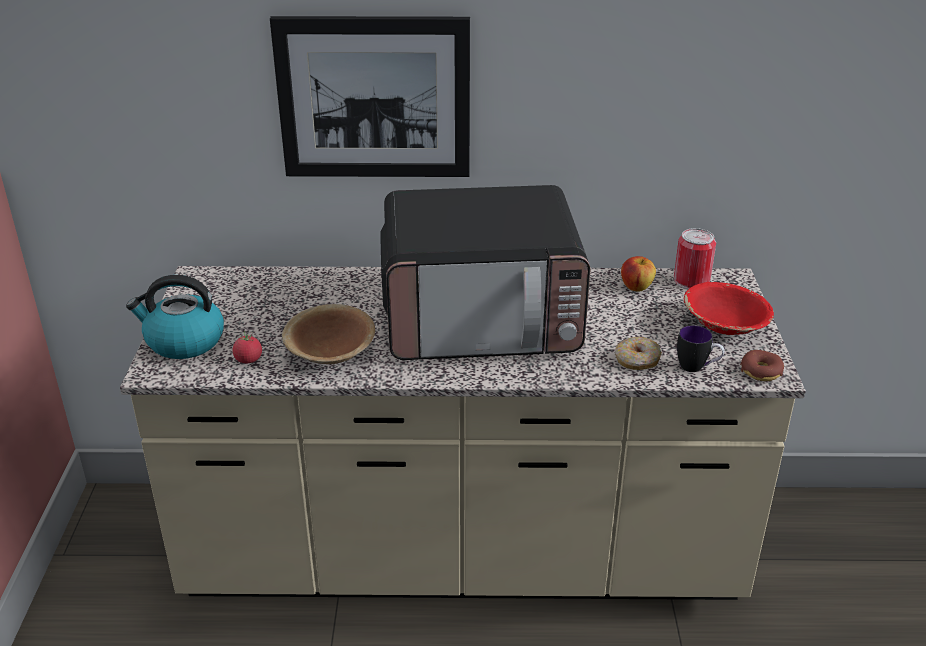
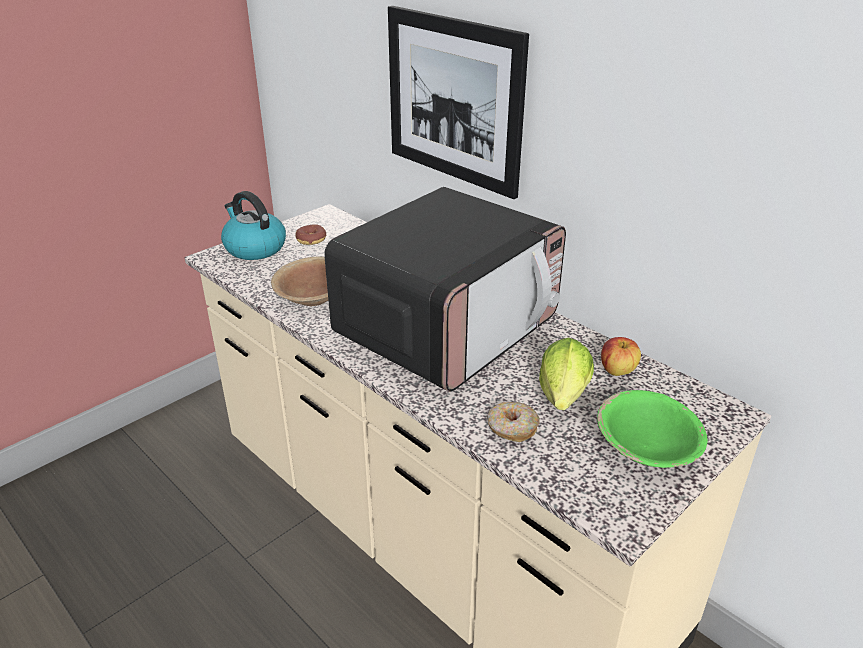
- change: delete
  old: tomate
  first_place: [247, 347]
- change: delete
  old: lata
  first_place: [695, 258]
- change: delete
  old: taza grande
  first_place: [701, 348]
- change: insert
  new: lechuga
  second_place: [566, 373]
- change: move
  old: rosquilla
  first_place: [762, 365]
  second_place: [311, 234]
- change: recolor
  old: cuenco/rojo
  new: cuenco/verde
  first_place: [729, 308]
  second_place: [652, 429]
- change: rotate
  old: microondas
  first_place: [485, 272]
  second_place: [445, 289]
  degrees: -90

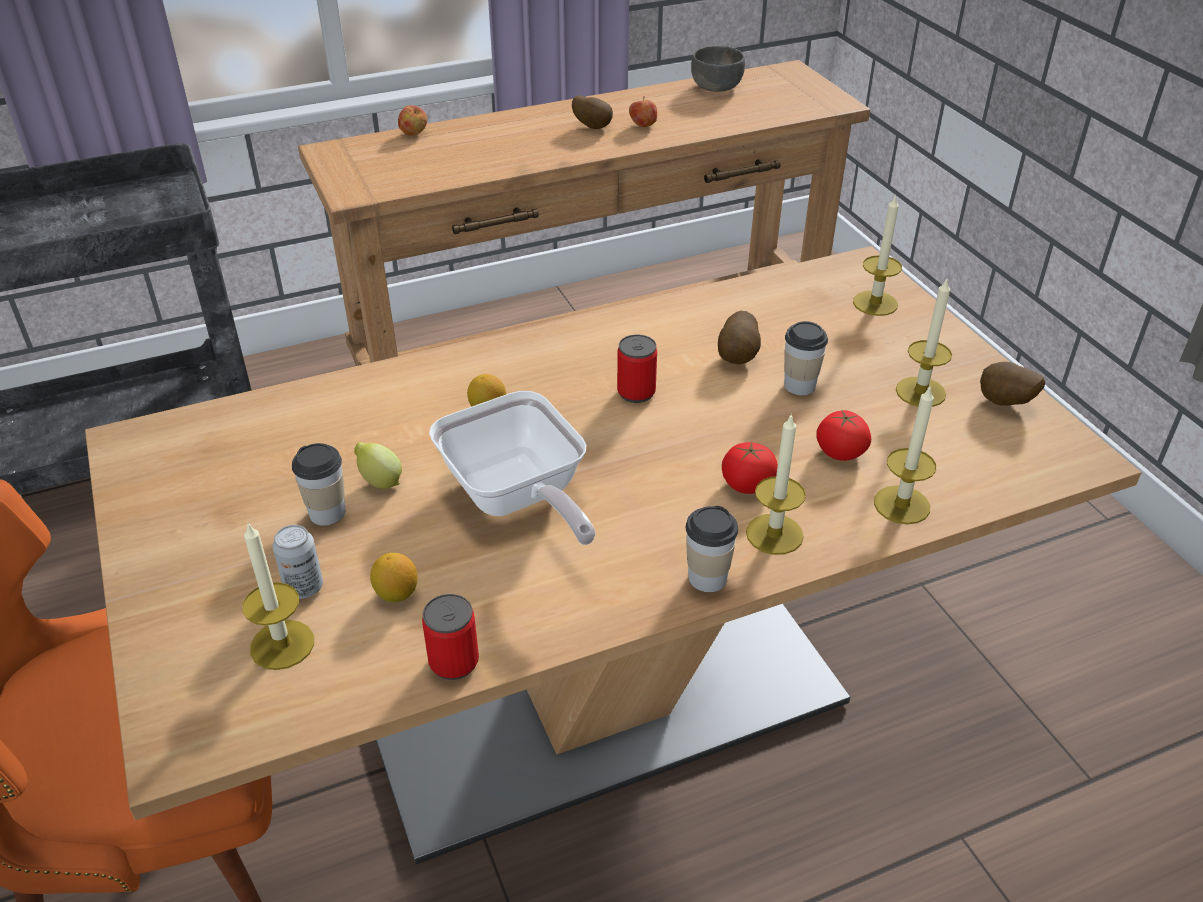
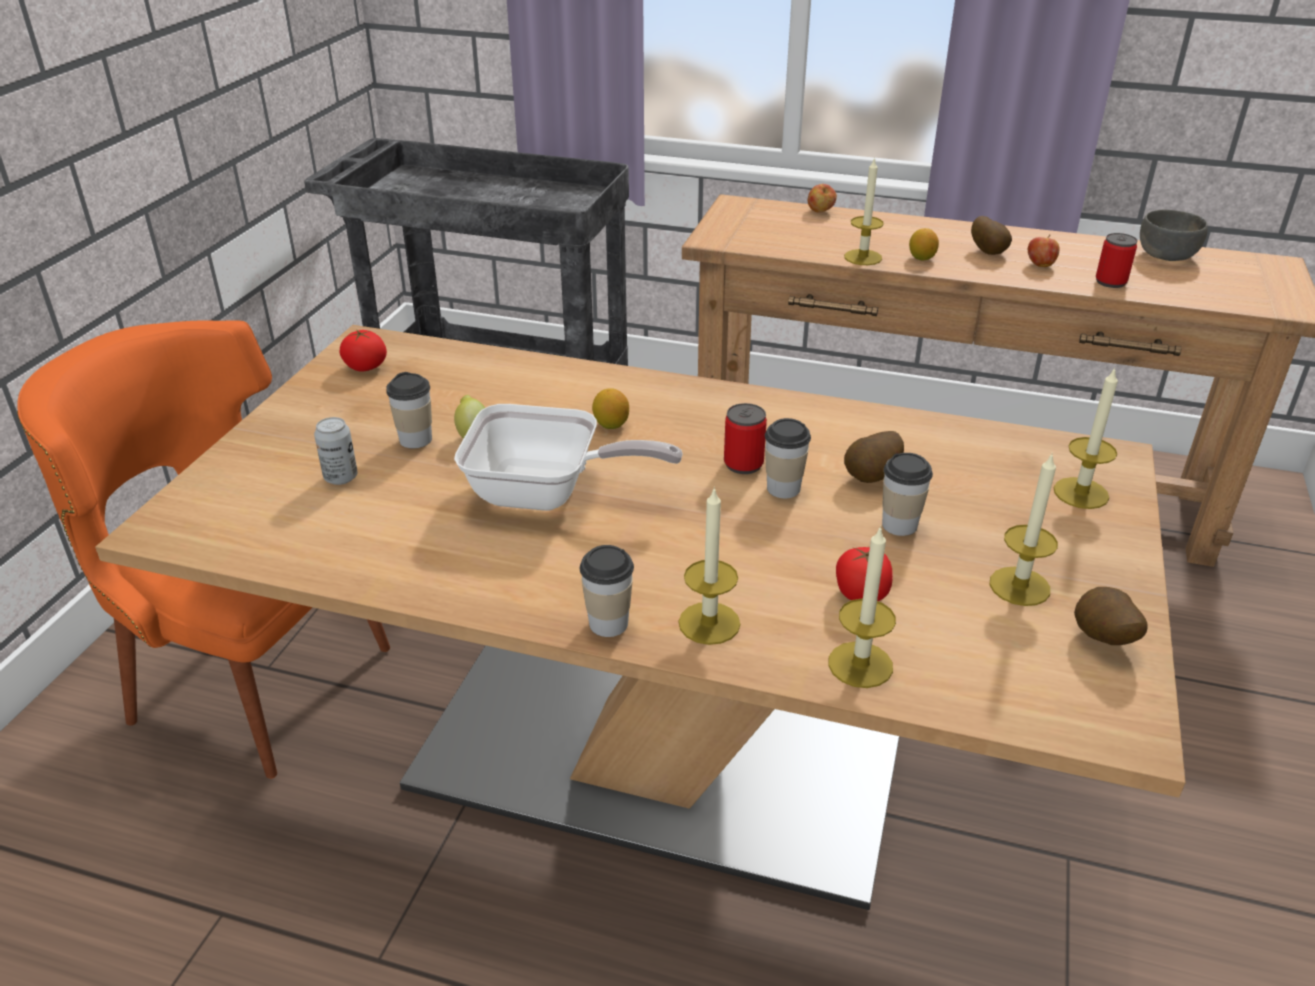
- change: insert
  new: taza
  second_place: [788, 458]
- change: move
  old: vela
  first_place: [278, 595]
  second_place: [864, 211]
- change: move
  old: limón
  first_place: [393, 577]
  second_place: [924, 244]
- change: move
  old: lata
  first_place: [450, 637]
  second_place: [1117, 260]
- change: move
  old: tomate
  first_place: [750, 468]
  second_place: [363, 350]
- change: rotate
  old: sartén
  first_place: [512, 468]
  second_place: [568, 457]
  degrees: -90

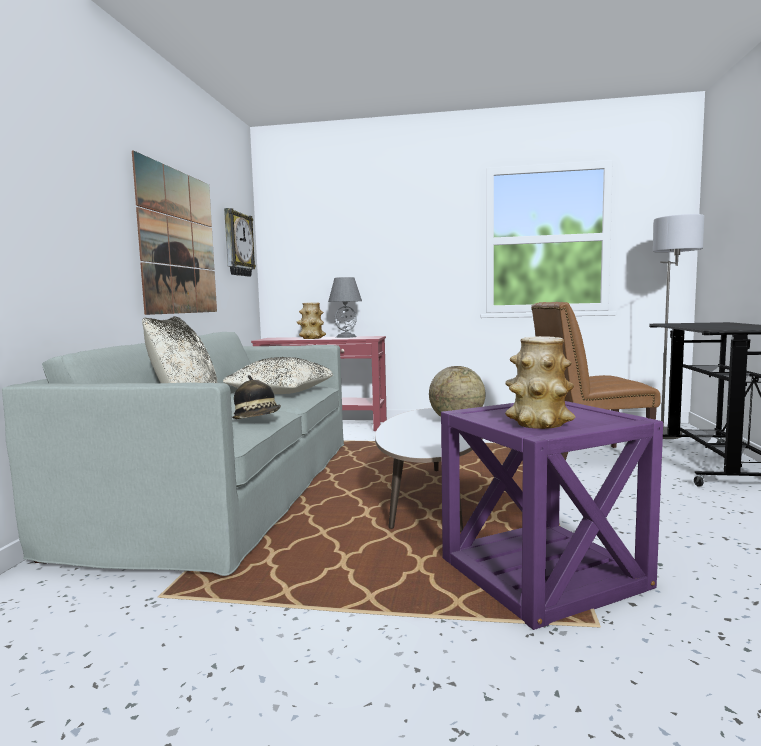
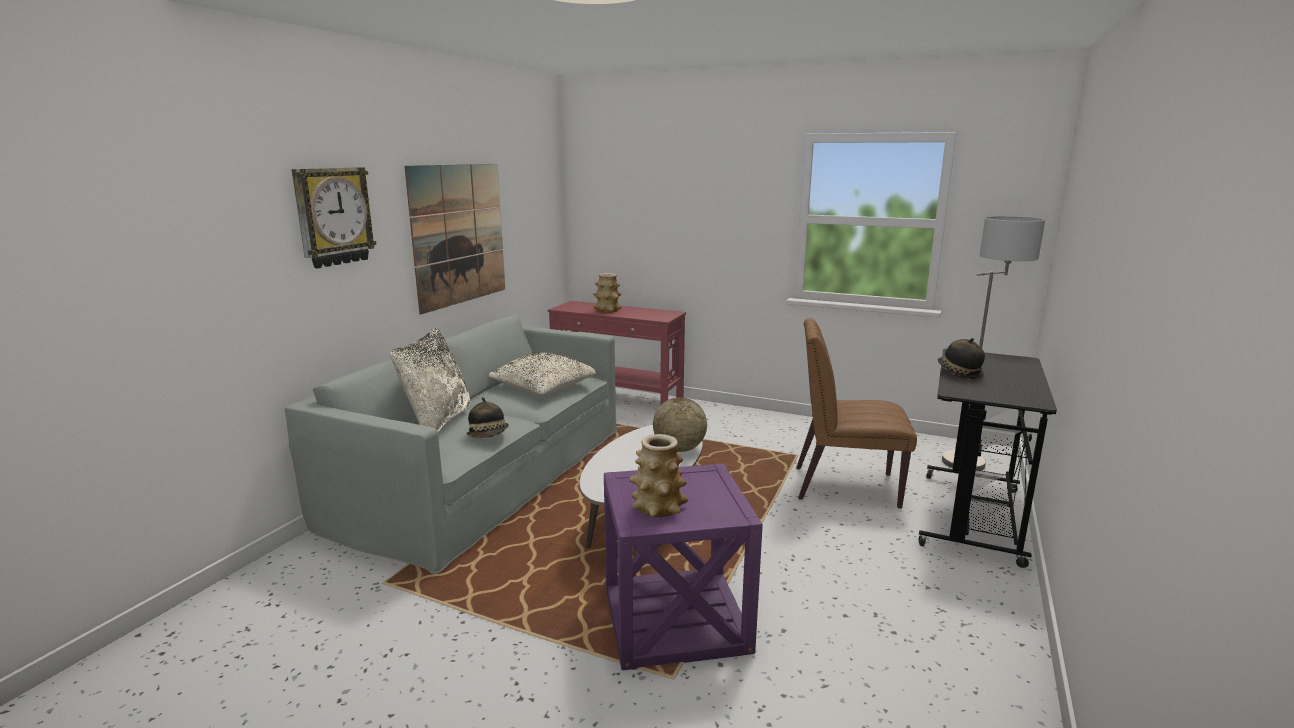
- change: delete
  old: lámpara de mesa/gris
  first_place: [345, 307]
- change: insert
  new: sombrero
  second_place: [961, 358]
- change: move
  old: reloj de pared
  first_place: [240, 242]
  second_place: [334, 217]

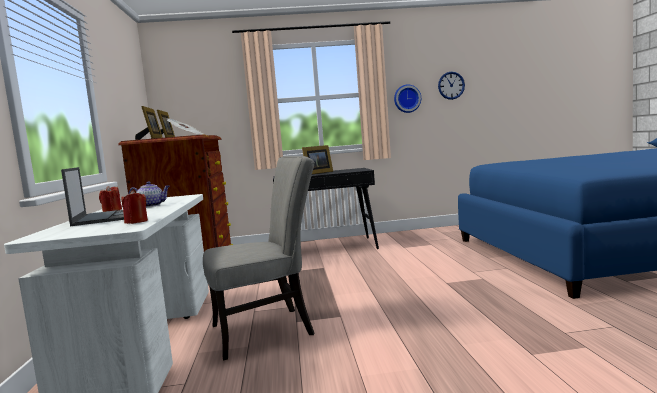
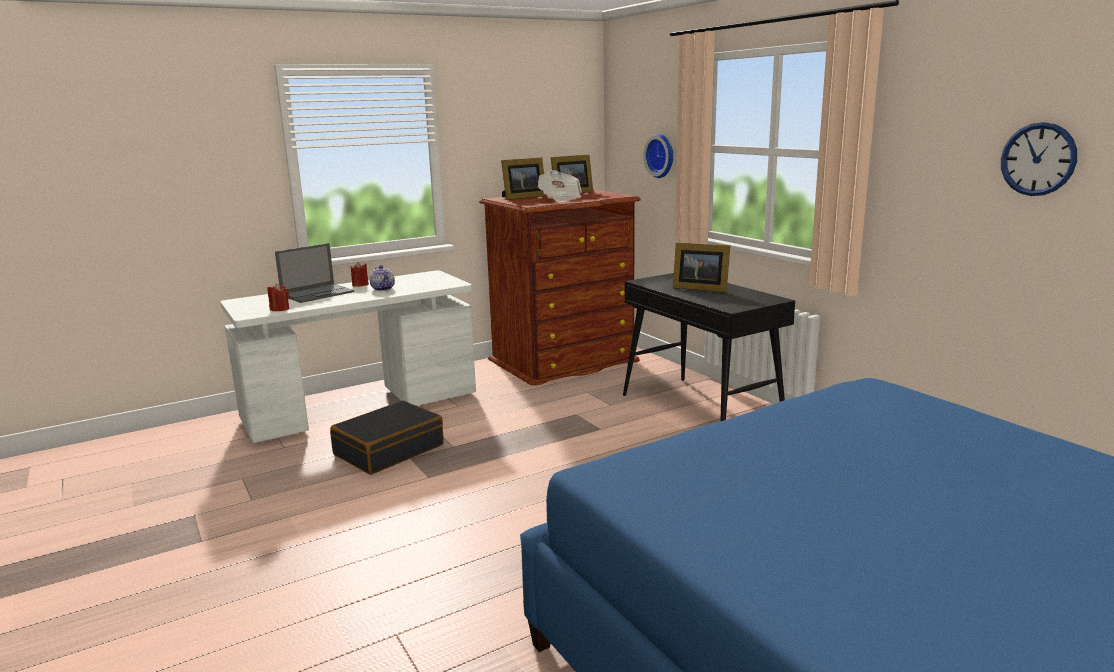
- change: move
  old: reloj de pared
  first_place: [407, 98]
  second_place: [658, 156]
- change: replace
  old: silla/gris
  new: maleta/negro
  first_place: [259, 258]
  second_place: [387, 438]

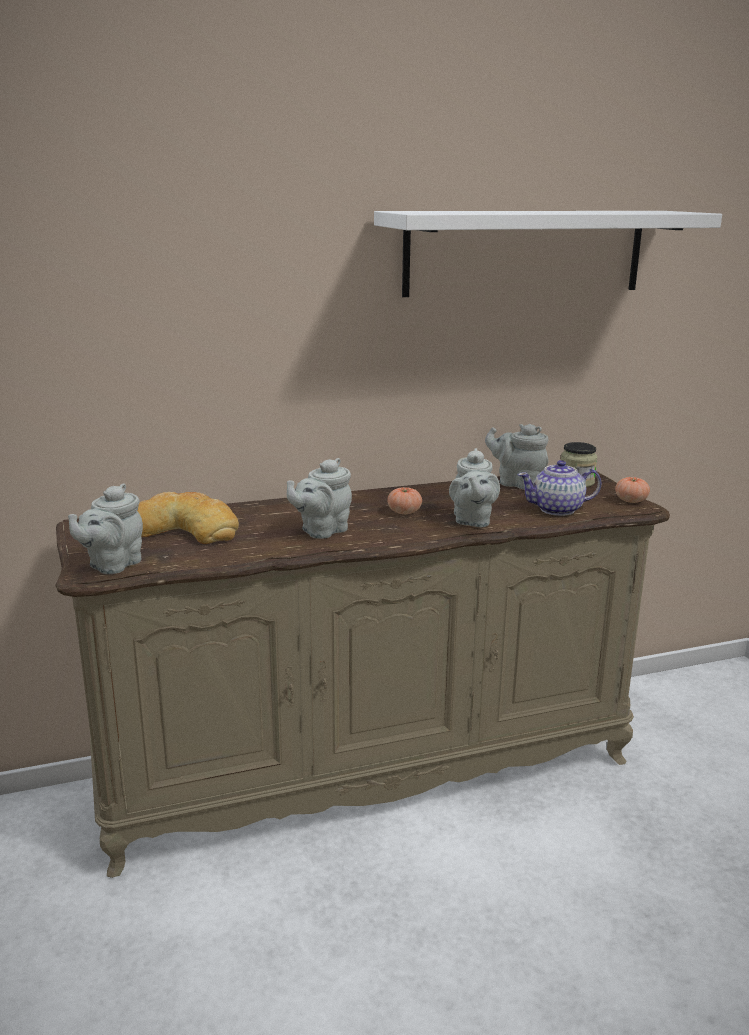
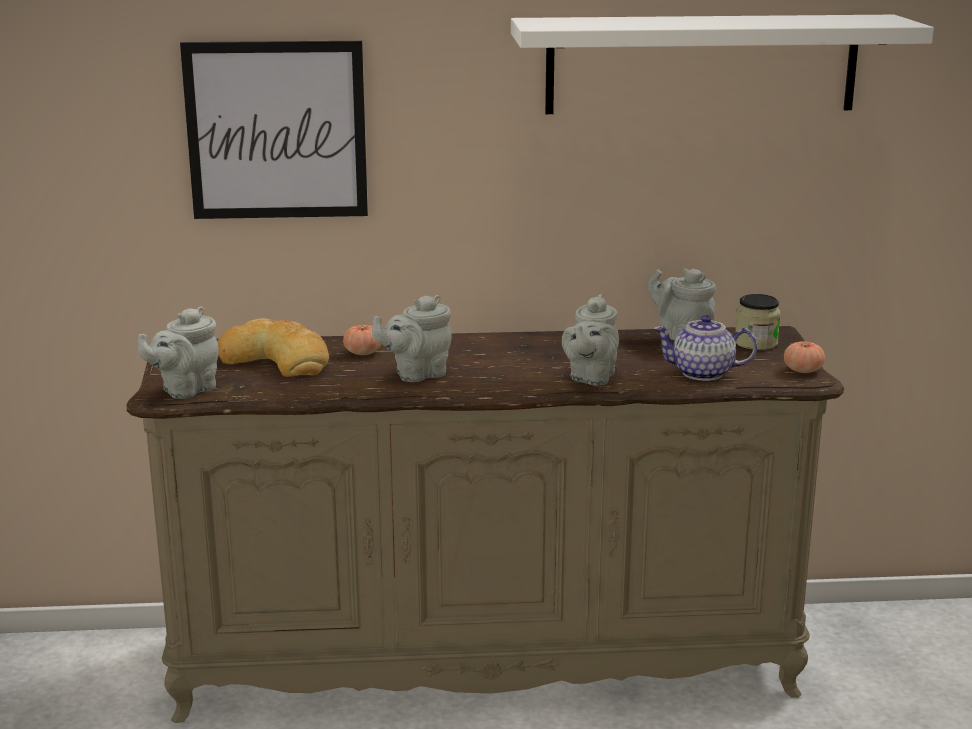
- change: insert
  new: cuadro
  second_place: [274, 130]
- change: move
  old: tomate
  first_place: [404, 500]
  second_place: [362, 340]

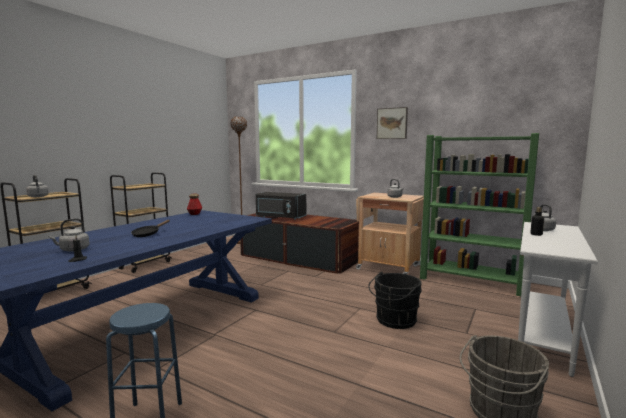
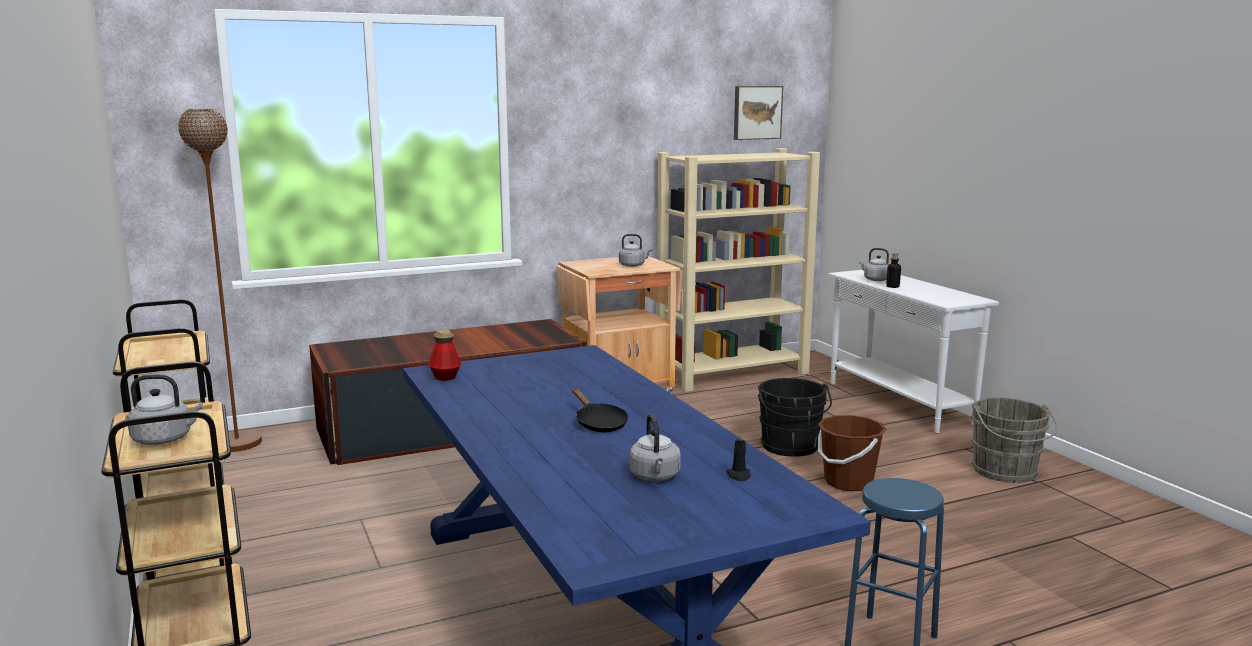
- change: delete
  old: microondas/negro
  first_place: [281, 206]
- change: insert
  new: cubo/marrón
  second_place: [852, 453]
- change: move
  old: cuadro
  first_place: [392, 123]
  second_place: [758, 113]
- change: recolor
  old: estantería/verde
  new: estantería/beis
  first_place: [479, 214]
  second_place: [738, 270]

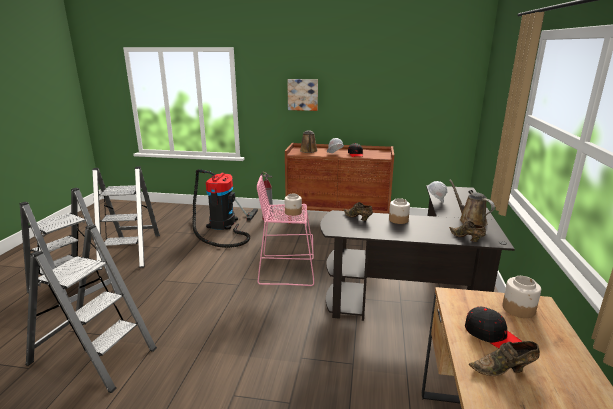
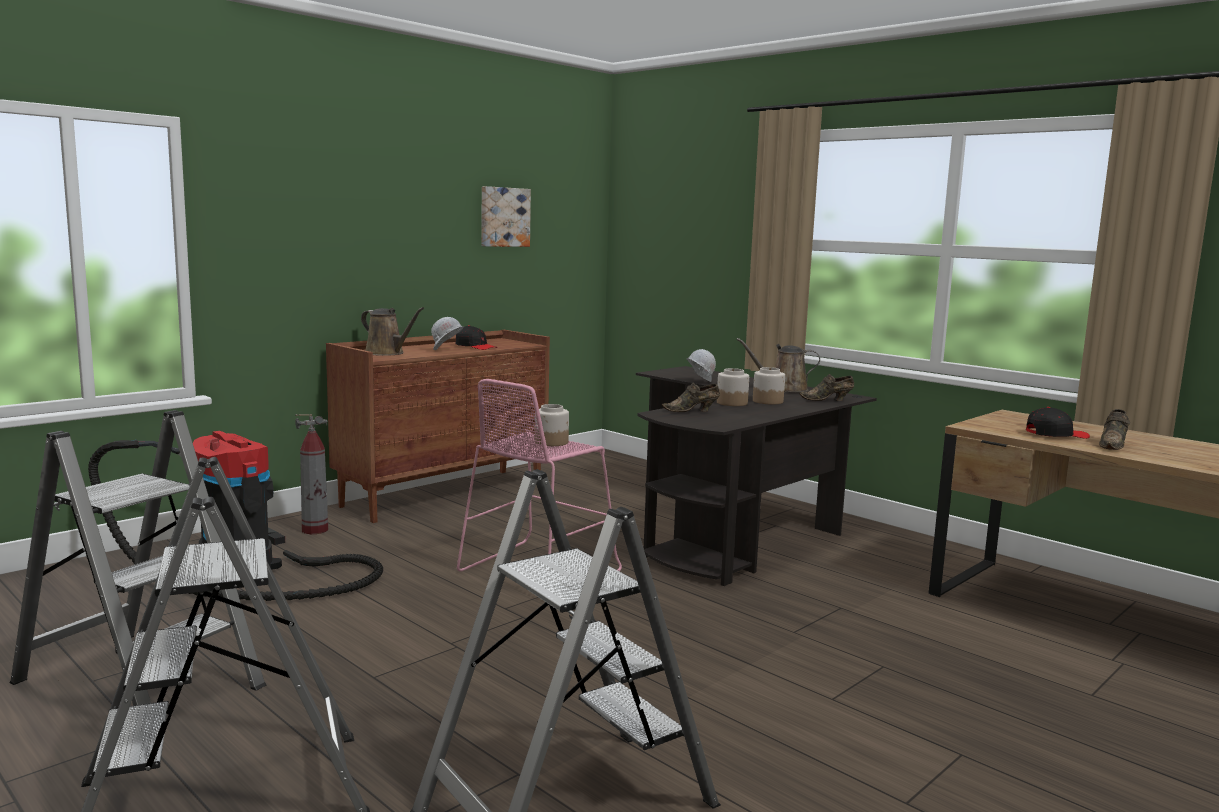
- change: move
  old: cuadro
  first_place: [302, 95]
  second_place: [506, 216]
- change: move
  old: tarro
  first_place: [521, 297]
  second_place: [769, 385]

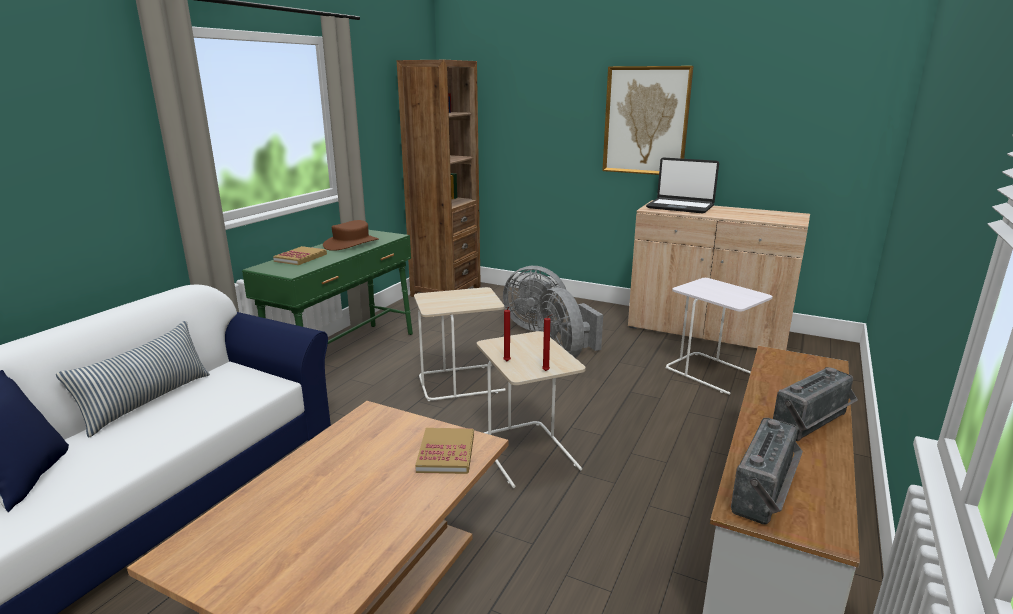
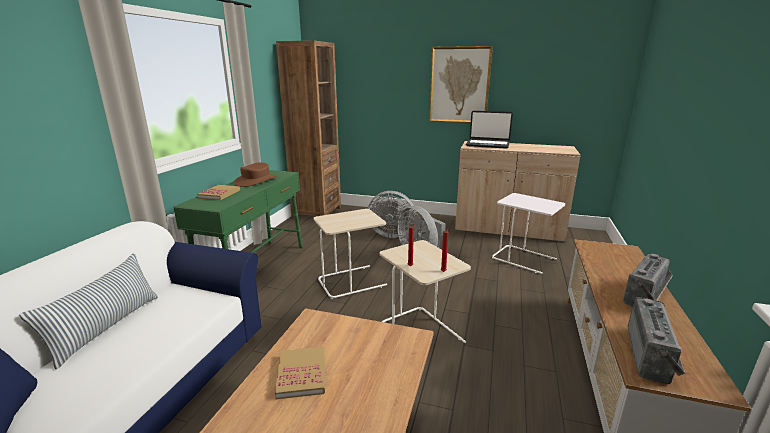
- change: move
  old: libro
  first_place: [444, 451]
  second_place: [300, 373]

